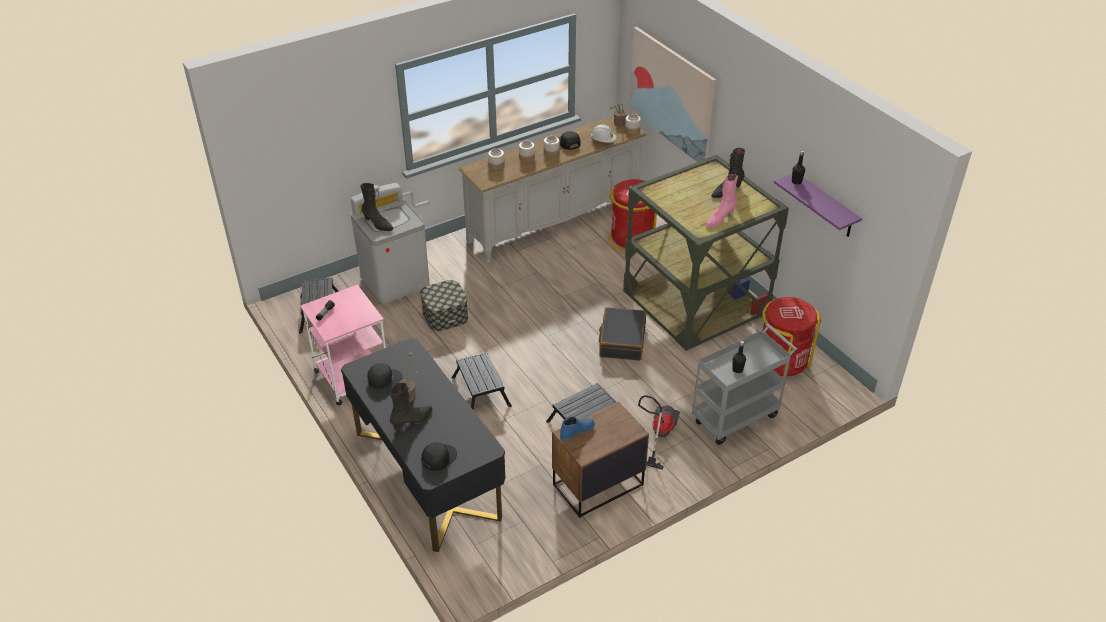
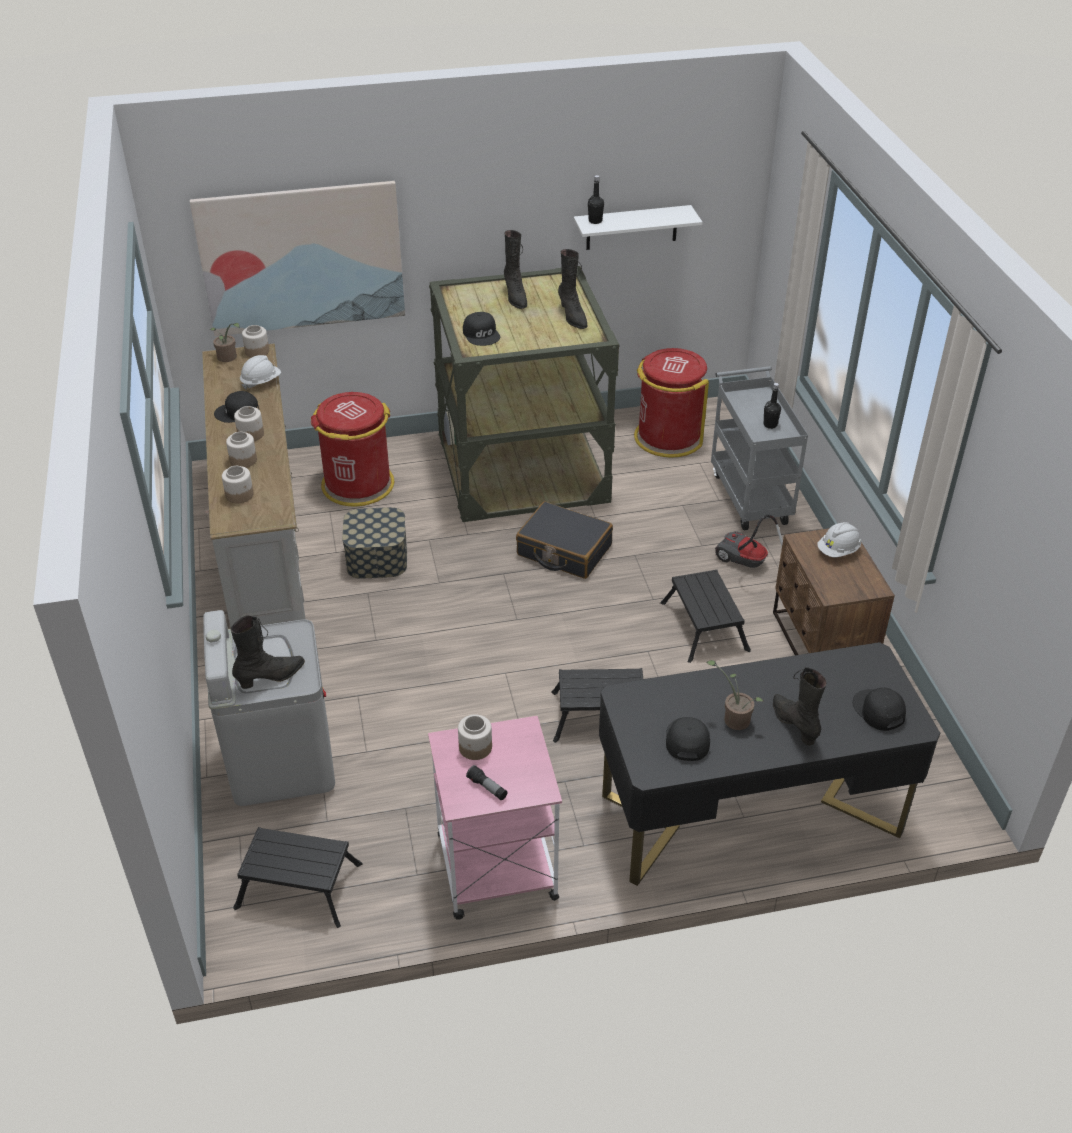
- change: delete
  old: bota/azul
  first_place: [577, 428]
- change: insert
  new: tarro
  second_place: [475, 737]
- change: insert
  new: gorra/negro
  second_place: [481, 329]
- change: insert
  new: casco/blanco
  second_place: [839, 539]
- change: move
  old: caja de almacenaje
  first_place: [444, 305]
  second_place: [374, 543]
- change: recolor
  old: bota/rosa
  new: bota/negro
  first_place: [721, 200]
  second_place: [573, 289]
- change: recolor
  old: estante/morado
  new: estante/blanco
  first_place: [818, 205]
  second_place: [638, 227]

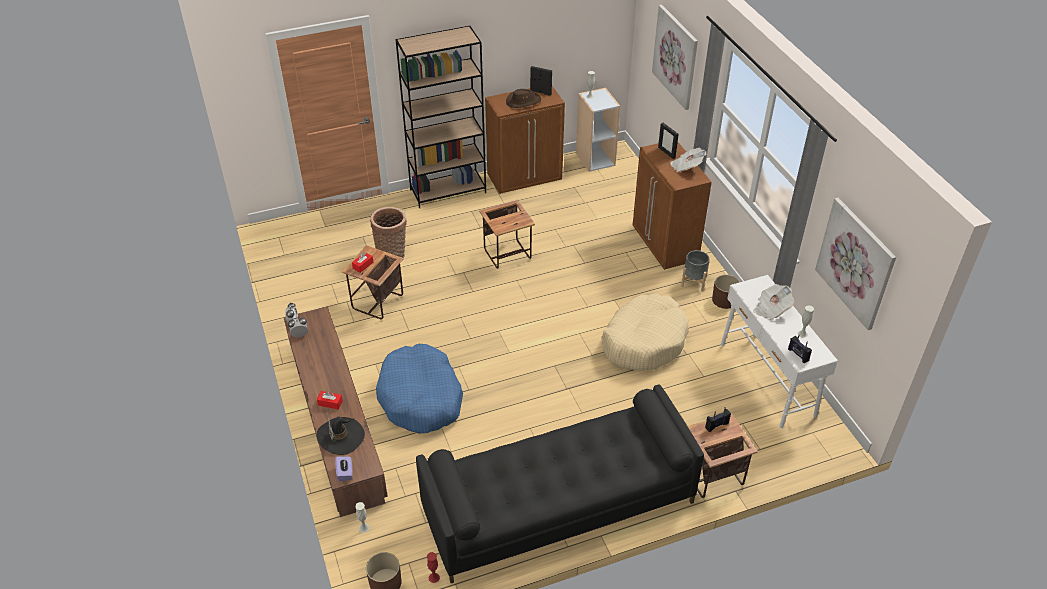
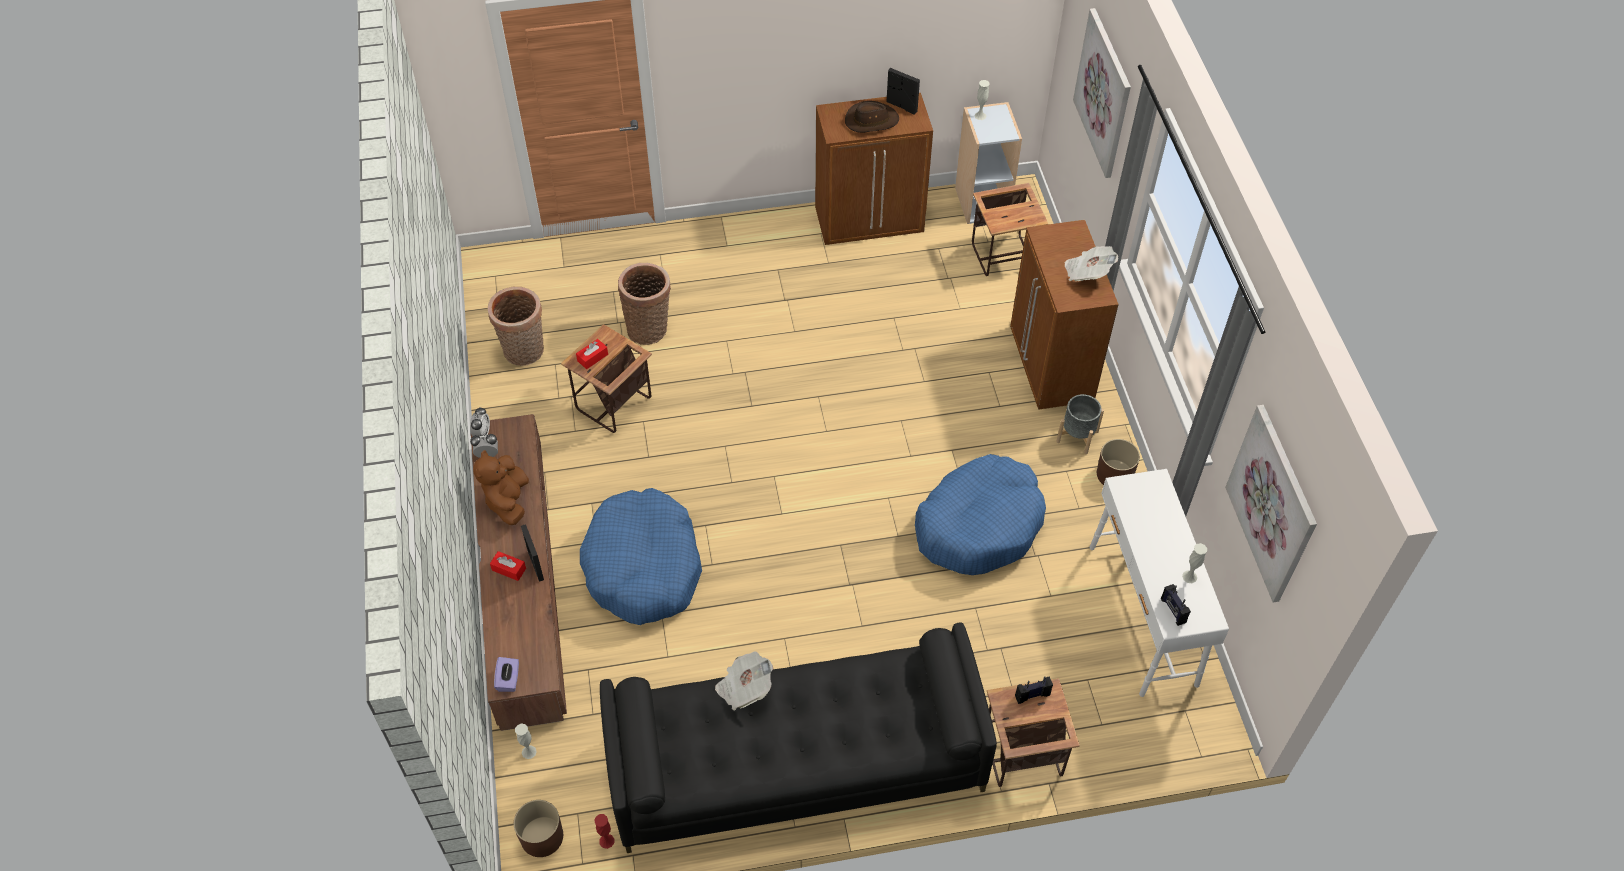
- change: delete
  old: sombrero/negro
  first_place: [340, 435]
- change: delete
  old: estantería/beis
  first_place: [440, 117]
- change: insert
  new: peluche/marrón
  second_place: [501, 487]
- change: insert
  new: cesta
  second_place: [516, 326]
- change: move
  old: mesa auxiliar
  first_place: [507, 234]
  second_place: [1010, 229]
- change: move
  old: portarretratos
  first_place: [668, 141]
  second_place: [532, 553]
- change: move
  old: periódico
  first_place: [773, 302]
  second_place: [744, 681]
- change: recolor
  old: cama para perro/beis
  new: cama para perro/azul
  first_place: [645, 332]
  second_place: [980, 514]

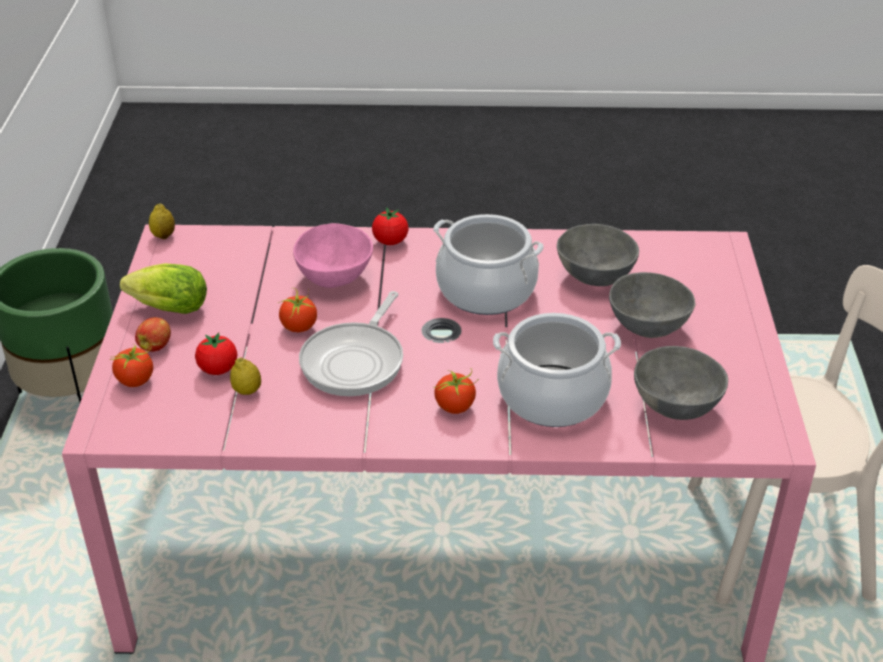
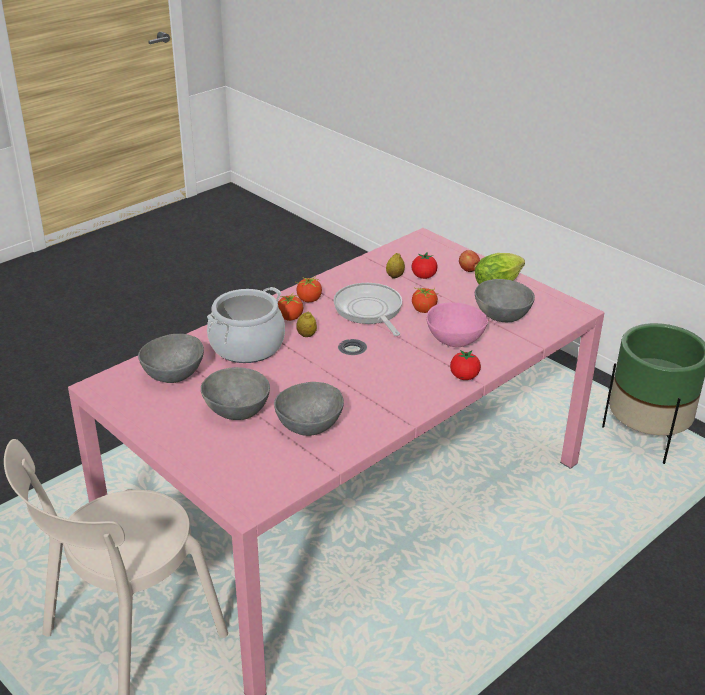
- change: delete
  old: olla
  first_place: [488, 264]
- change: insert
  new: cuenco/gris
  second_place: [505, 300]
- change: move
  old: tomate
  first_place: [131, 365]
  second_place: [309, 289]
- change: move
  old: limón
  first_place: [162, 221]
  second_place: [306, 324]

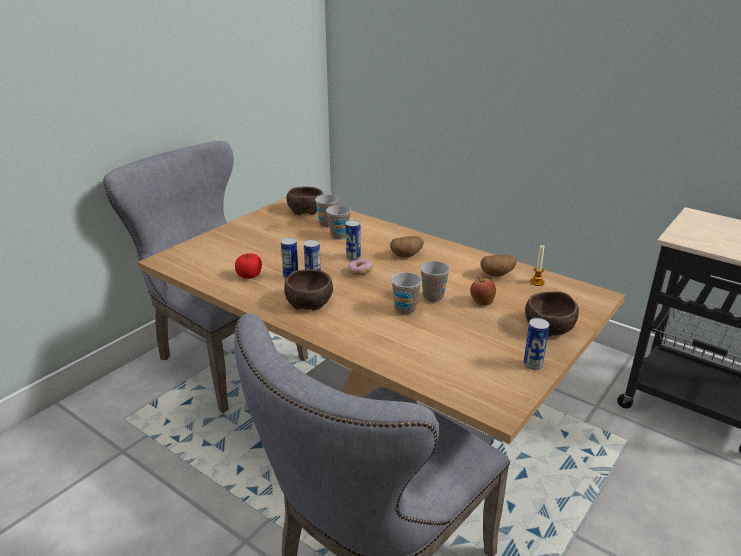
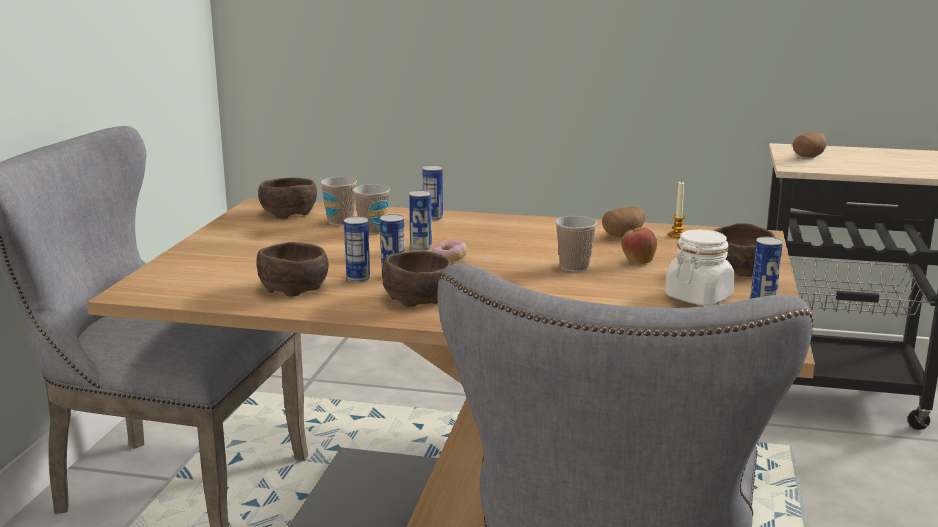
- change: delete
  old: taza
  first_place: [406, 293]
- change: insert
  new: lata
  second_place: [433, 193]
- change: insert
  new: tarro/blanco
  second_place: [700, 267]
- change: move
  old: patata
  first_place: [407, 246]
  second_place: [810, 145]
- change: replace
  old: tomate
  new: cuenco/marrón
  first_place: [248, 266]
  second_place: [292, 269]

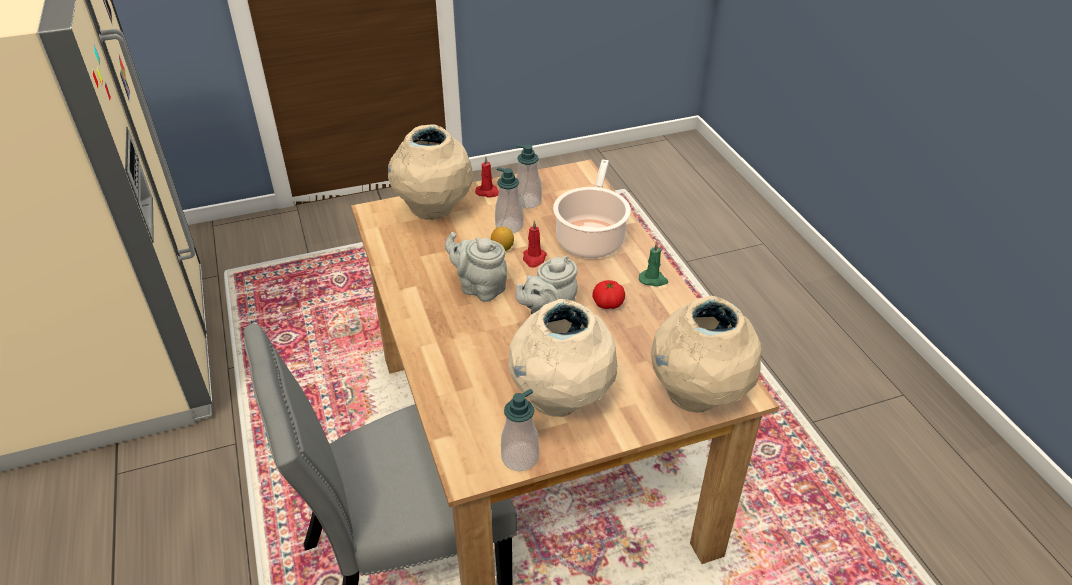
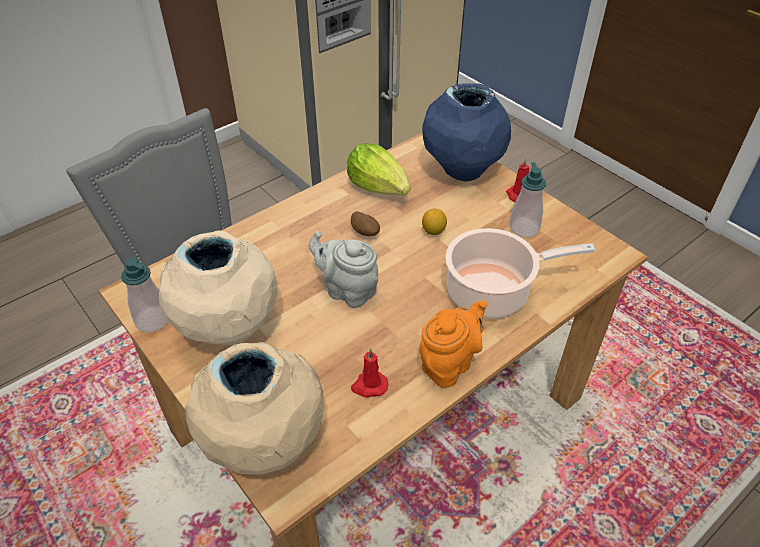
- change: delete
  old: dispensador de jabón
  first_place: [509, 200]
- change: delete
  old: tomate
  first_place: [608, 294]
- change: insert
  new: lechuga
  second_place: [378, 169]
- change: move
  old: vela/rojo
  first_place: [535, 244]
  second_place: [369, 373]
- change: replace
  old: tetera/gris
  new: patata
  first_place: [476, 267]
  second_place: [365, 224]
- change: replace
  old: vela/verde
  new: tetera/naranja
  first_place: [653, 264]
  second_place: [453, 344]
- change: recolor
  old: florero/beis
  new: florero/azul
  first_place: [430, 172]
  second_place: [466, 132]

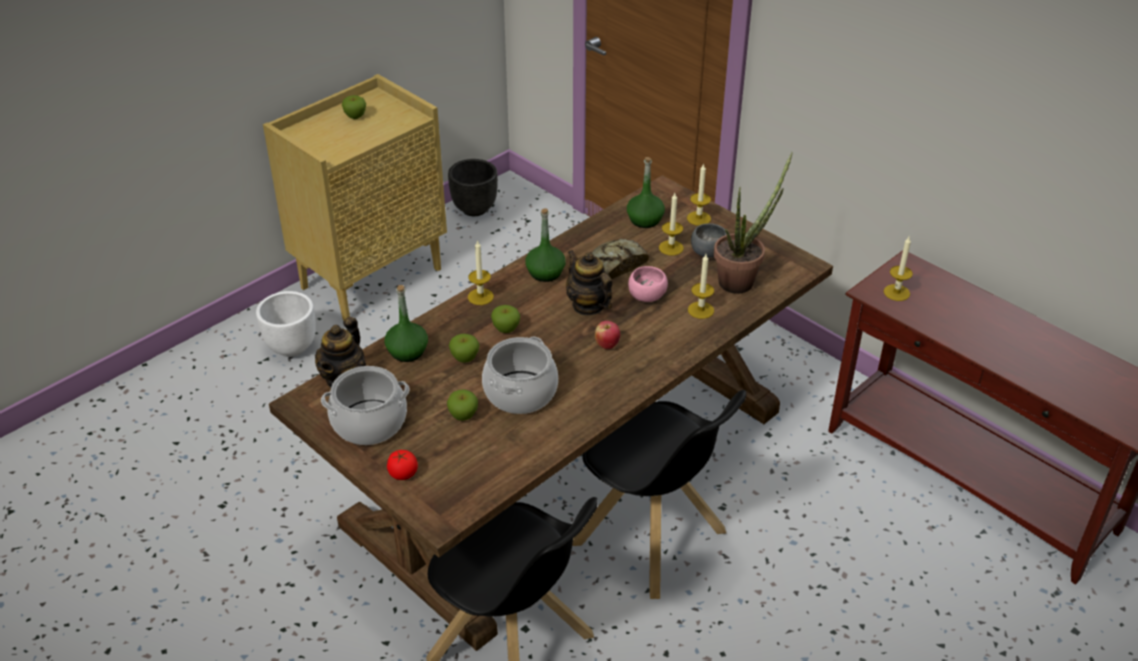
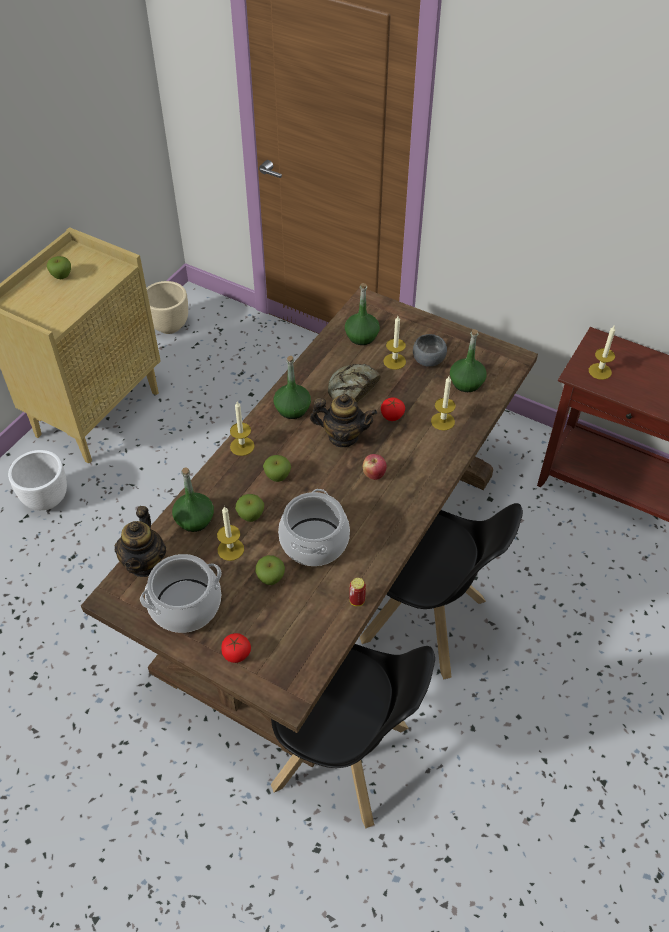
- change: insert
  new: lata
  second_place: [357, 592]
- change: move
  old: vela
  first_place: [699, 194]
  second_place: [230, 533]
- change: replace
  old: cuenco/rosa
  new: tomate
  first_place: [648, 284]
  second_place: [393, 409]
- change: replace
  old: planta en maceta
  new: botella/verde
  first_place: [753, 223]
  second_place: [468, 360]
- change: recolor
  old: maceta/negro
  new: maceta/beis
  first_place: [473, 187]
  second_place: [167, 307]
- change: rotate
  old: tetera
  first_place: [589, 283]
  second_place: [343, 420]
  degrees: 150

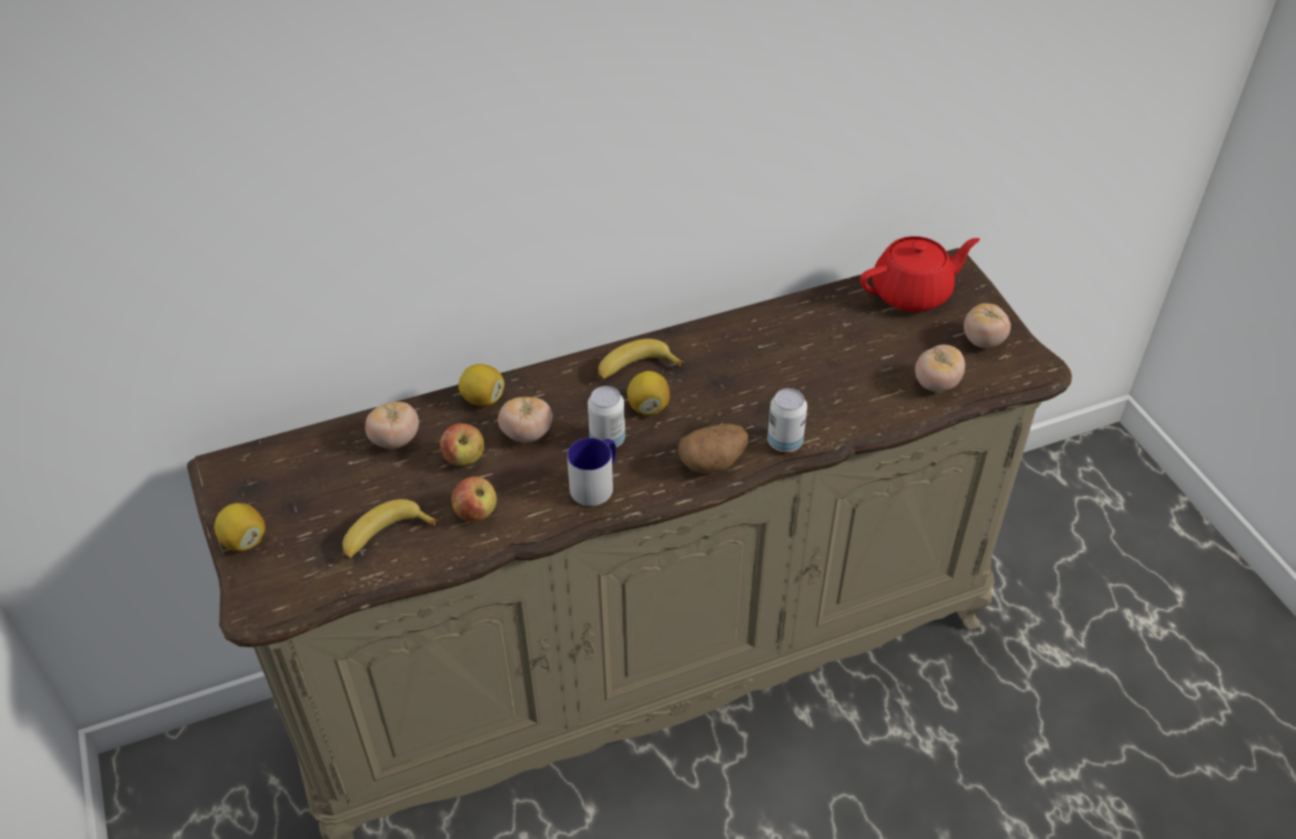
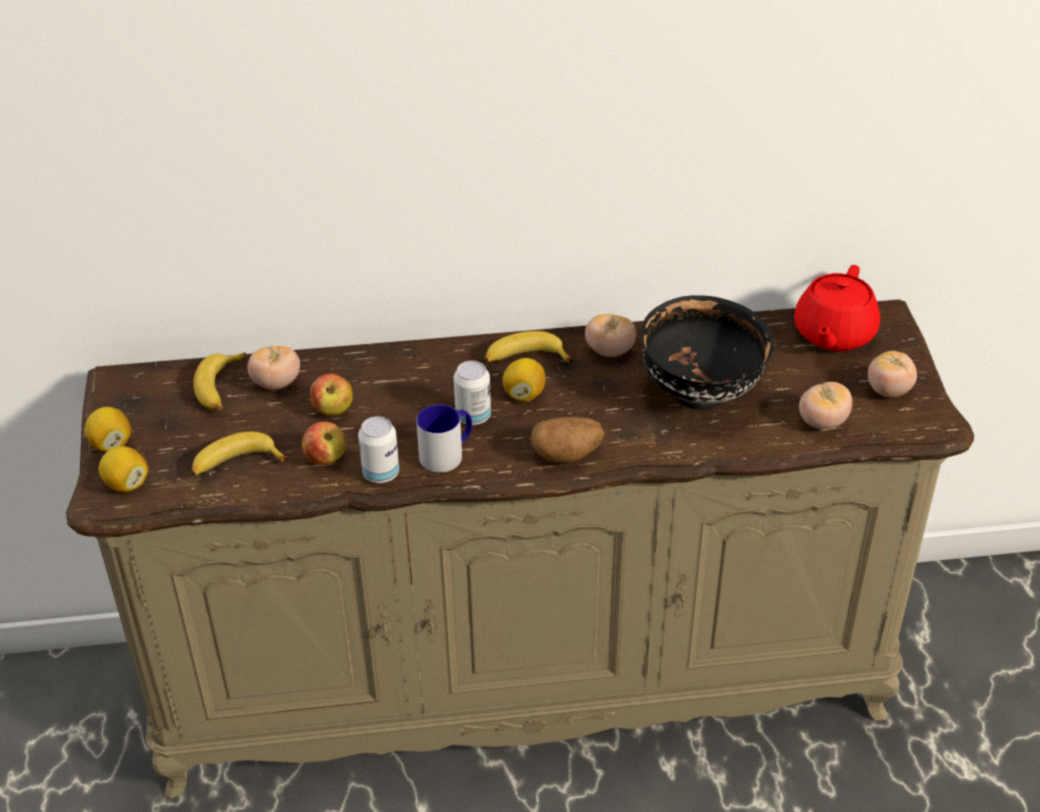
- change: insert
  new: plátano
  second_place: [219, 381]
- change: insert
  new: cuenco/negro
  second_place: [707, 352]
- change: move
  old: limón
  first_place: [481, 385]
  second_place: [123, 469]
- change: move
  old: tomate
  first_place: [525, 420]
  second_place: [611, 335]
- change: move
  old: lata
  first_place: [787, 420]
  second_place: [378, 449]
- change: rotate
  old: tetera/rojo
  first_place: [920, 274]
  second_place: [837, 308]
  degrees: 120

